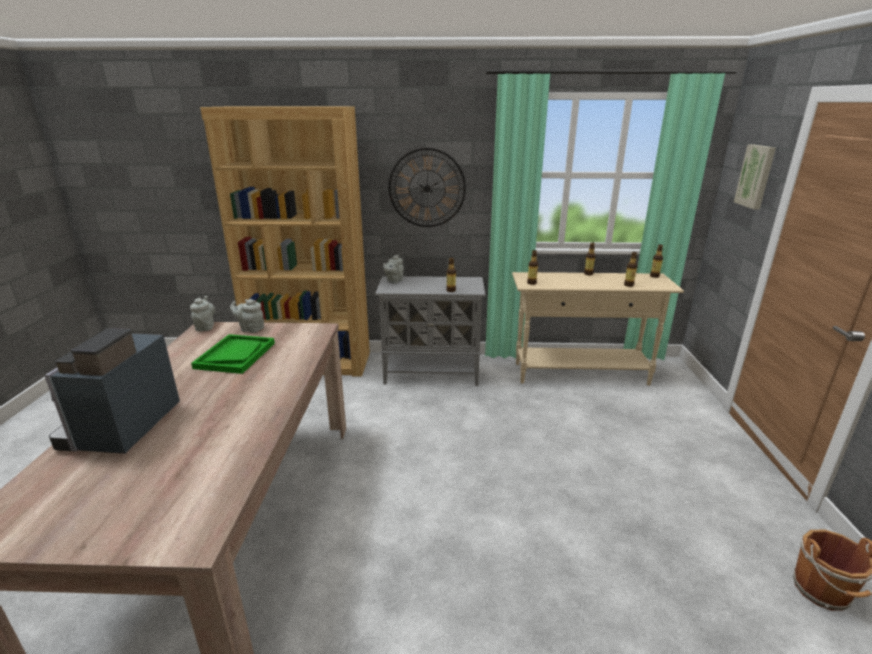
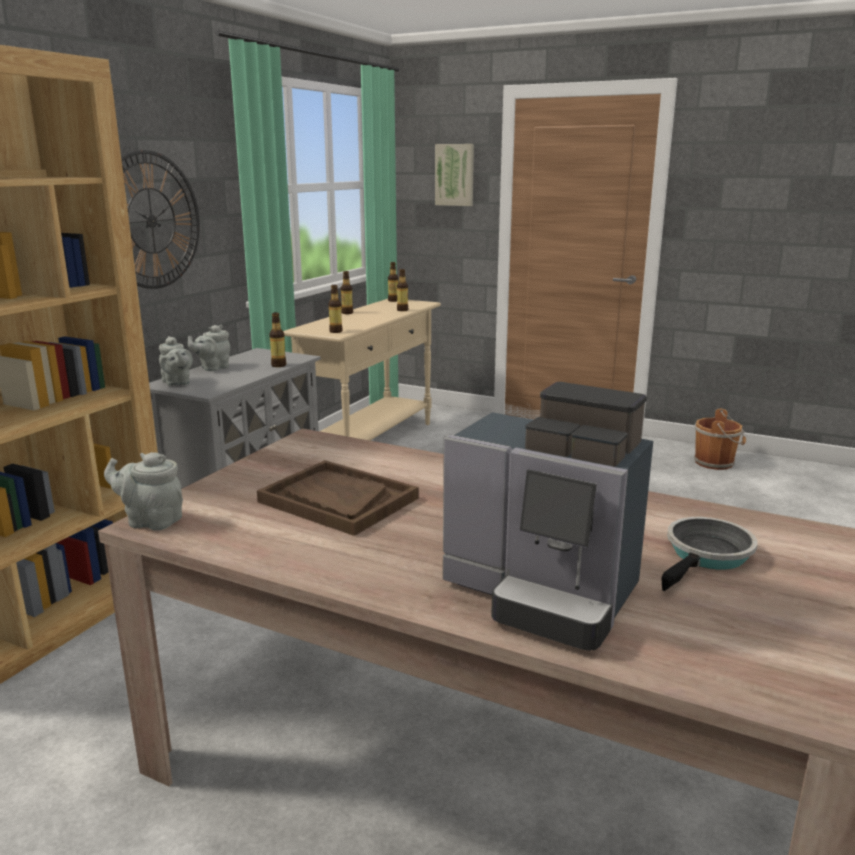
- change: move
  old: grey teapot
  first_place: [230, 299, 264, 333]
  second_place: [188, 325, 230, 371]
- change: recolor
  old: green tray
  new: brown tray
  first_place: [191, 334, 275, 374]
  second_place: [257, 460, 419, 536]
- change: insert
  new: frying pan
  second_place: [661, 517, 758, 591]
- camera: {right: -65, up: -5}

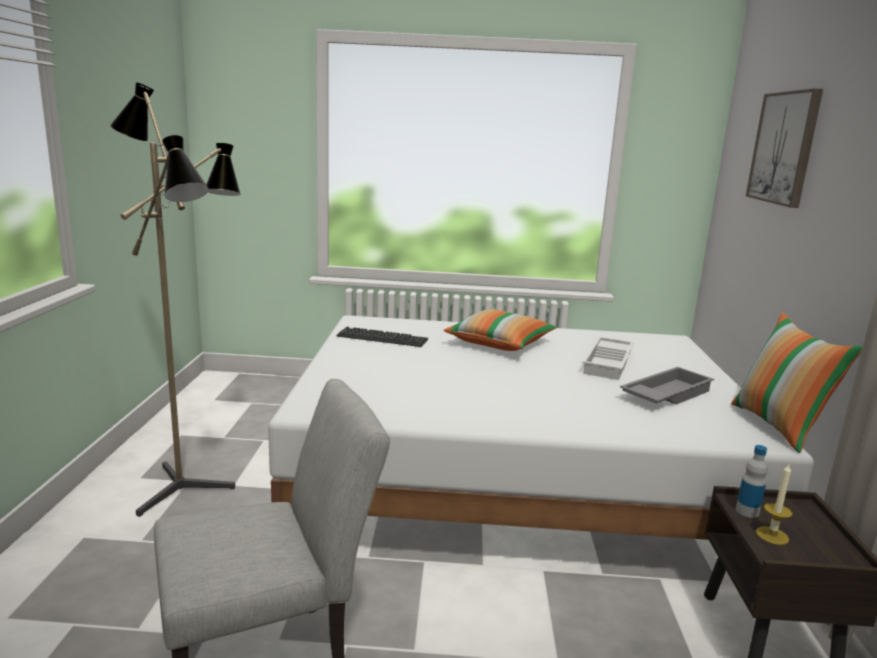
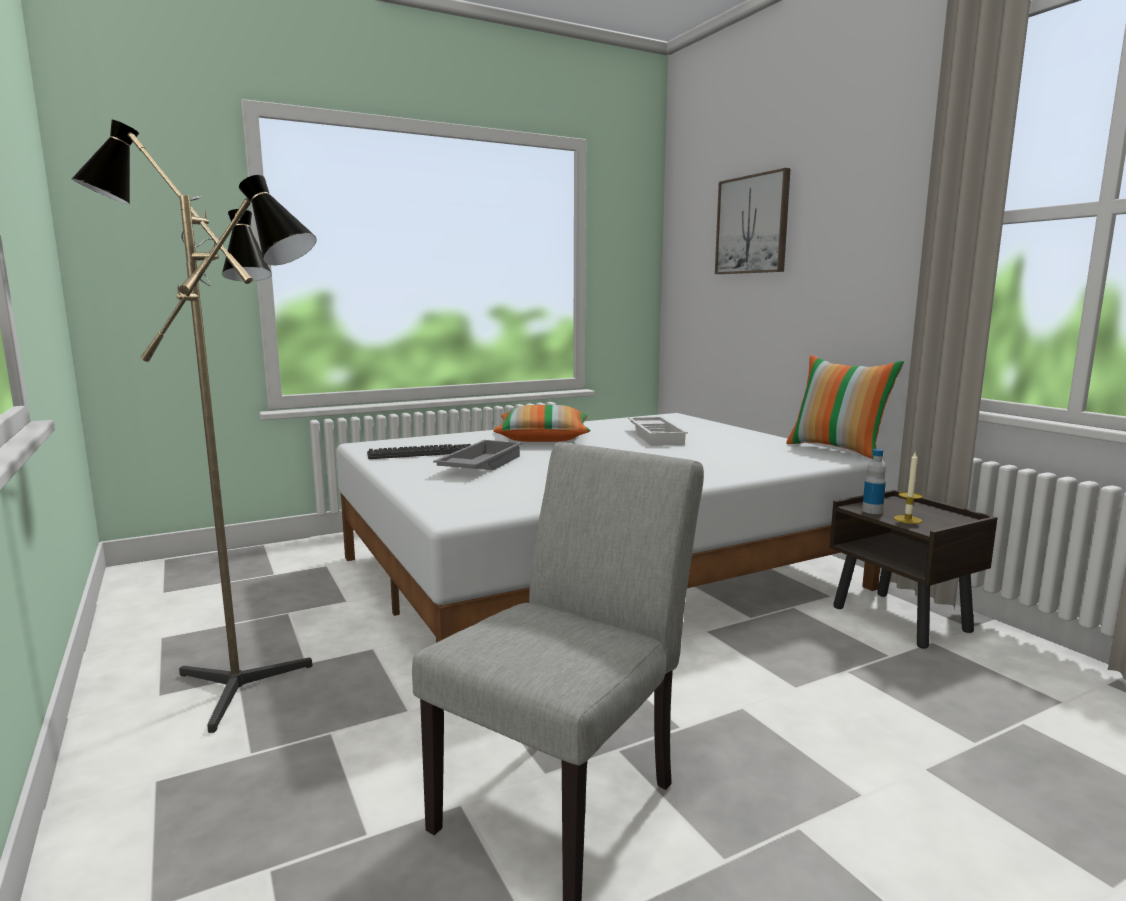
- change: move
  old: grey tray
  first_place: [620, 367, 714, 405]
  second_place: [433, 440, 522, 470]
- camera: {right: -30, up: -5}

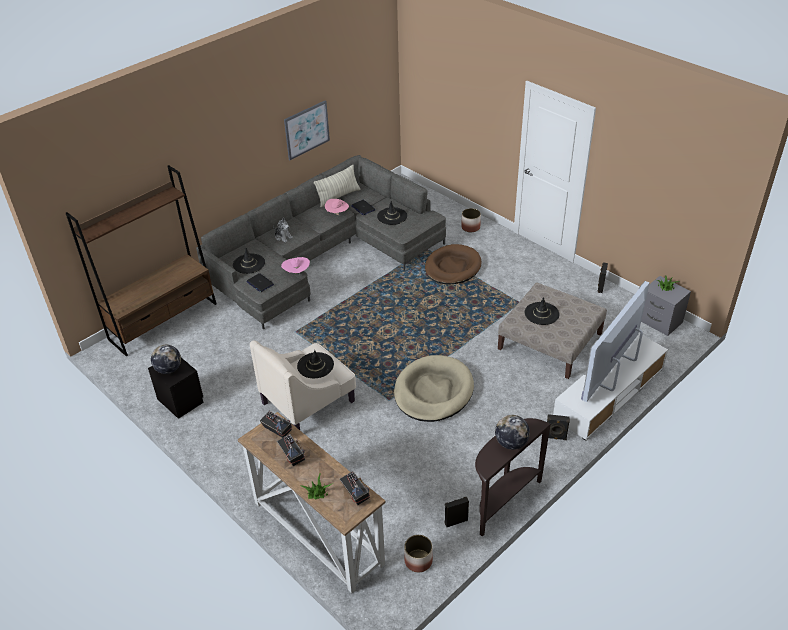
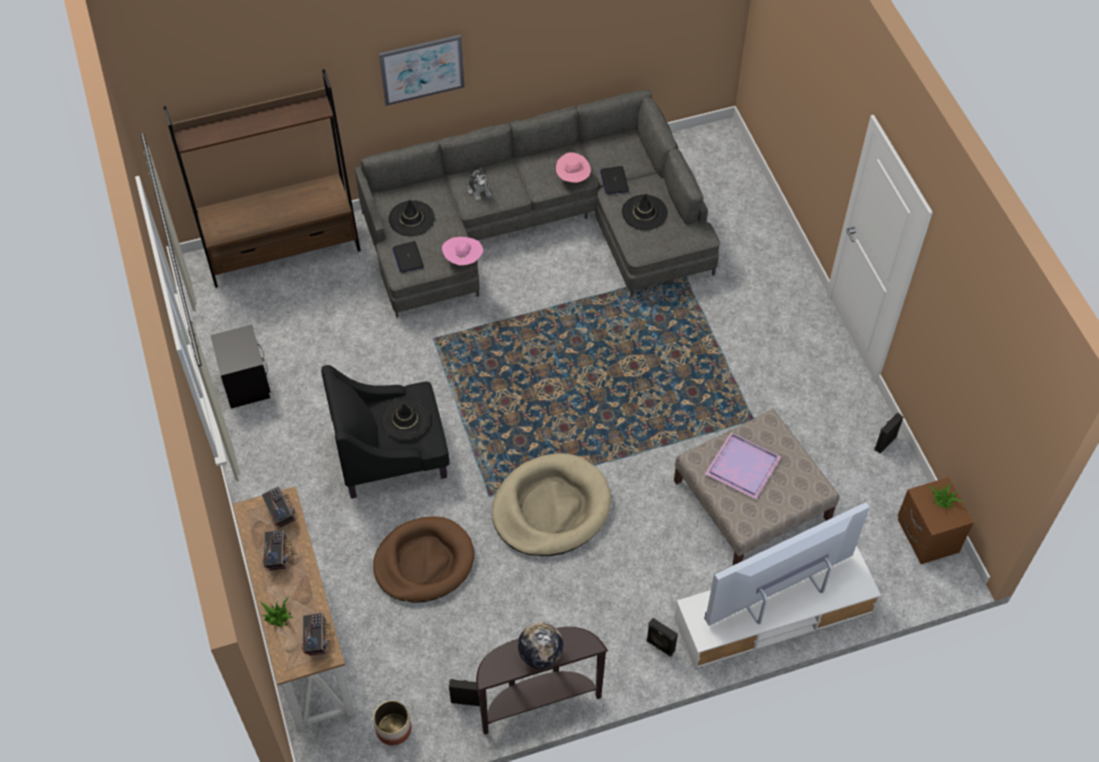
- change: move
  old: picture
  first_place: [284, 100, 330, 160]
  second_place: [379, 34, 465, 106]
- change: delete
  old: pillow
  first_place: [314, 165, 360, 207]
- change: delete
  old: planter
  first_place: [461, 208, 481, 232]
- change: move
  old: brown dog bed
  first_place: [425, 244, 481, 285]
  second_place: [373, 516, 474, 603]
- change: recolor
  old: grey nightstand
  new: brown nightstand
  first_place: [641, 276, 691, 336]
  second_place: [898, 477, 974, 564]
- change: replace
  old: black hat
  new: purple tray
  first_place: [525, 297, 560, 325]
  second_place: [705, 432, 781, 499]
- change: recolor
  old: beige armchair
  new: black armchair
  first_place: [250, 340, 356, 430]
  second_place: [321, 365, 449, 499]
- change: delete
  old: globe
  first_place: [151, 345, 181, 374]
- camera: {right: 25, up: 15}

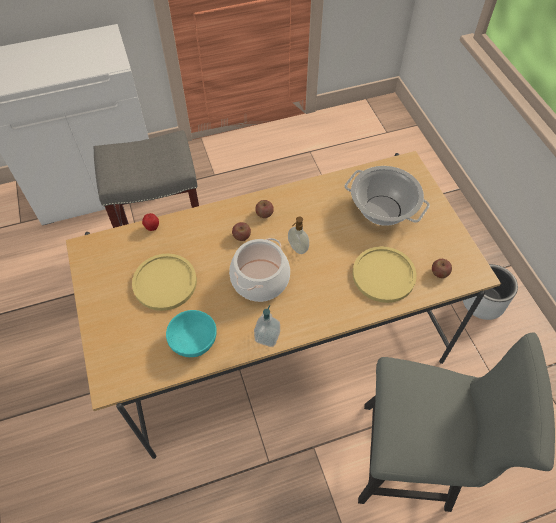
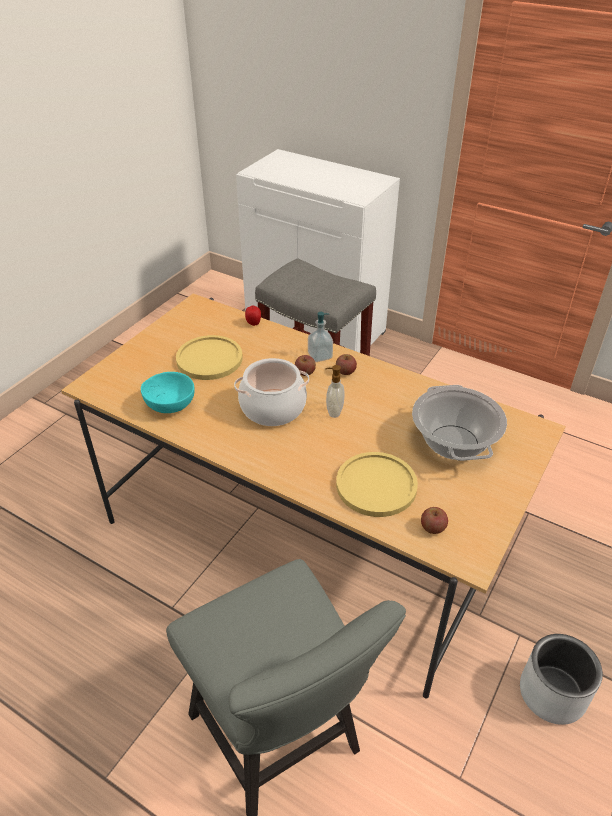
- change: move
  old: soap dispenser
  first_place: [254, 305, 280, 347]
  second_place: [308, 312, 333, 362]
- camera: {right: 50, up: -15}

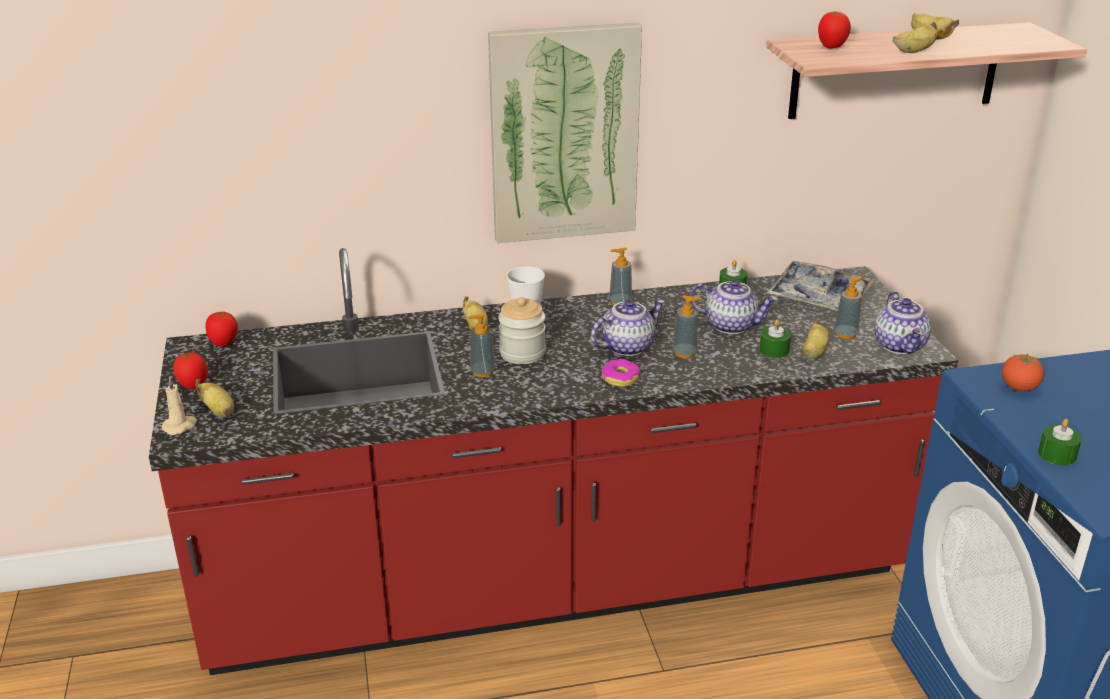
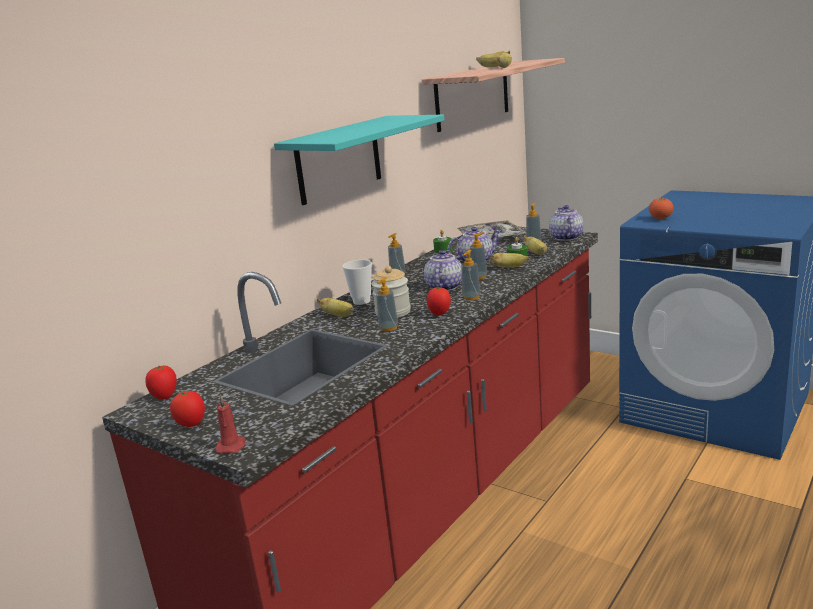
- change: move
  old: tomato
  first_place: [818, 11, 851, 48]
  second_place: [427, 287, 451, 316]
- change: replace
  old: picture
  new: turquoise shelf
  first_place: [488, 23, 642, 243]
  second_place: [274, 115, 444, 205]
- change: rotate
  old: teapot
  first_place: [874, 291, 931, 354]
  second_place: [549, 205, 584, 241]
  degrees: -135
- change: replace
  old: donut
  new: soap dispenser
  first_place: [602, 359, 640, 387]
  second_place: [461, 250, 481, 300]
- change: recolor
  old: beige candle
  new: red candle
  first_place: [162, 377, 197, 435]
  second_place: [215, 394, 246, 454]
- change: move
  old: banana
  first_place: [195, 379, 234, 418]
  second_place: [489, 253, 529, 268]
- change: delete
  old: green candle
  first_place: [1038, 419, 1082, 465]
- camera: {right: -40, up: -10}

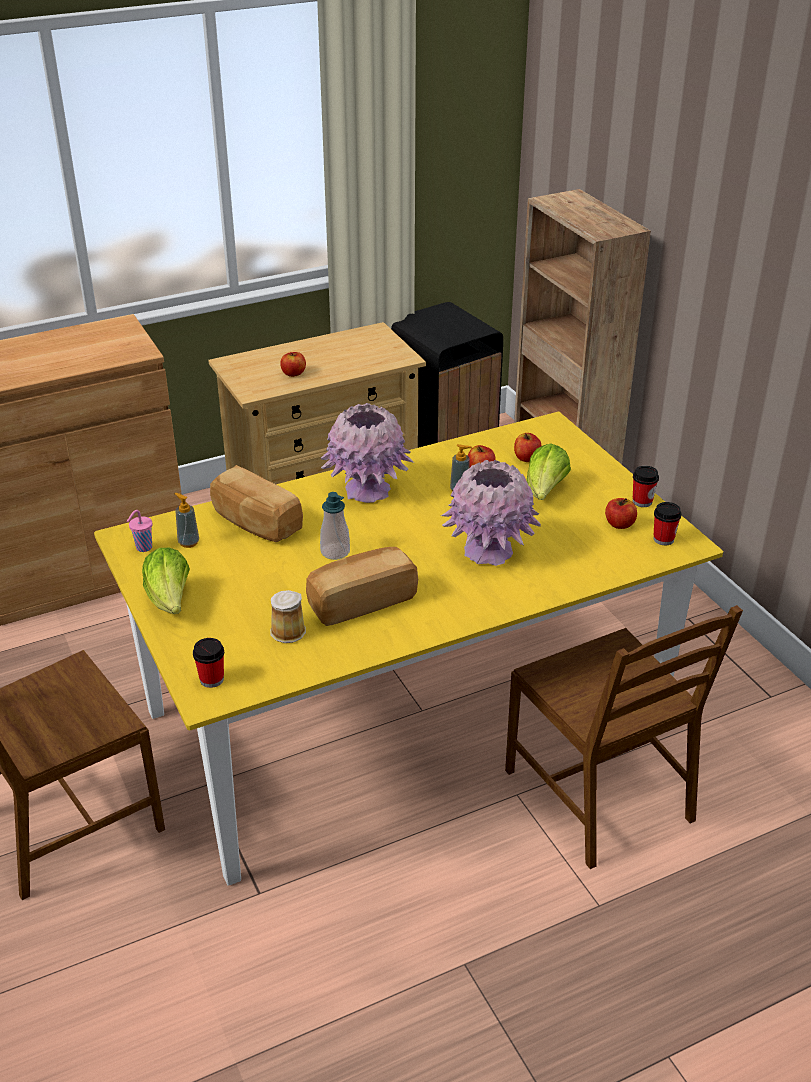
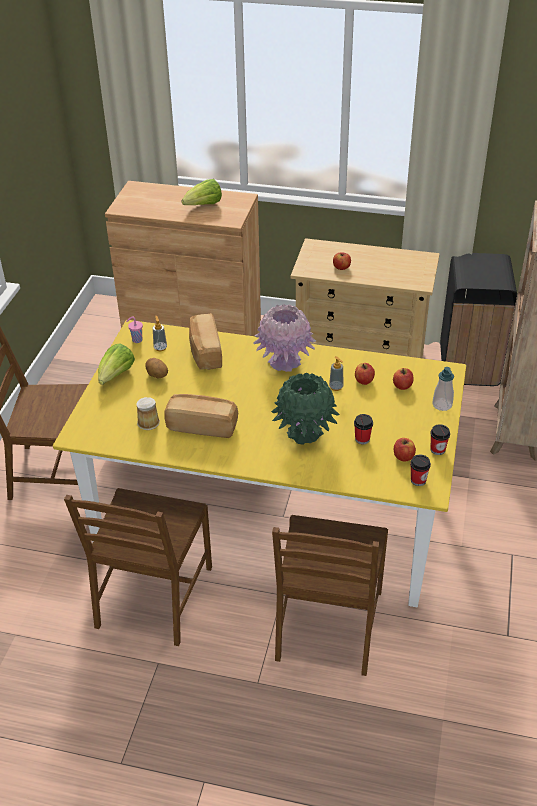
- change: move
  old: lettuce
  first_place: [527, 443, 571, 500]
  second_place: [182, 179, 222, 205]
- change: recolor
  old: pink vase
  new: green vase
  first_place: [441, 460, 541, 566]
  second_place: [271, 373, 339, 445]
- change: move
  old: soap dispenser
  first_place: [320, 492, 350, 560]
  second_place: [432, 367, 454, 411]
- change: move
  old: cup
  first_place: [193, 638, 224, 688]
  second_place: [354, 414, 373, 444]
- change: insert
  new: potato
  second_place: [145, 358, 168, 378]
- change: insert
  new: brown chair
  second_place: [64, 488, 212, 646]
- camera: {right: 40, up: 5}

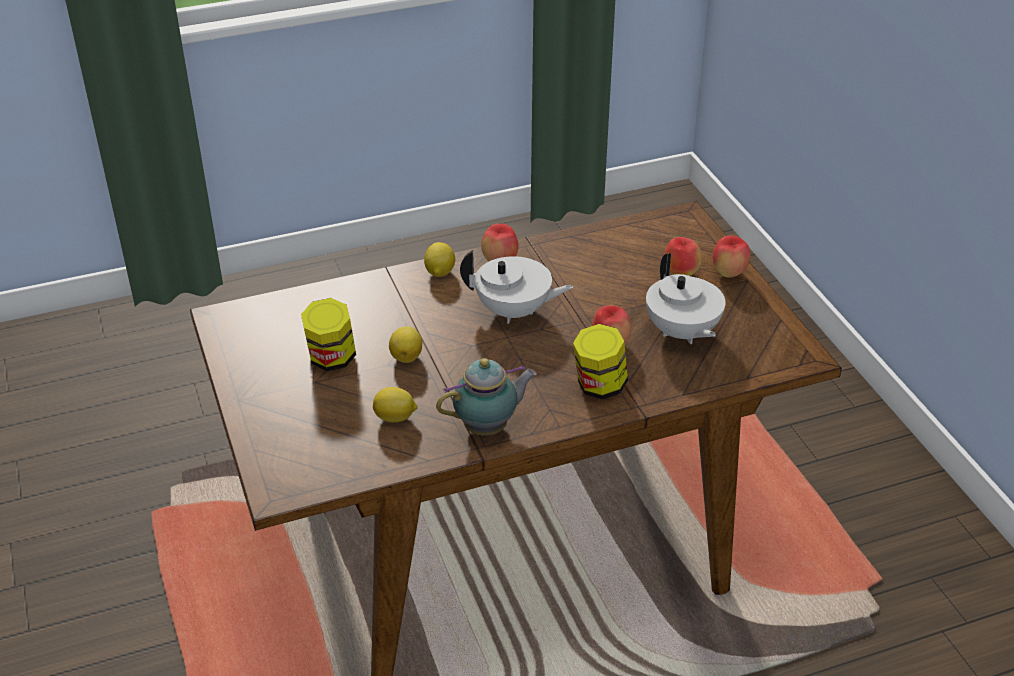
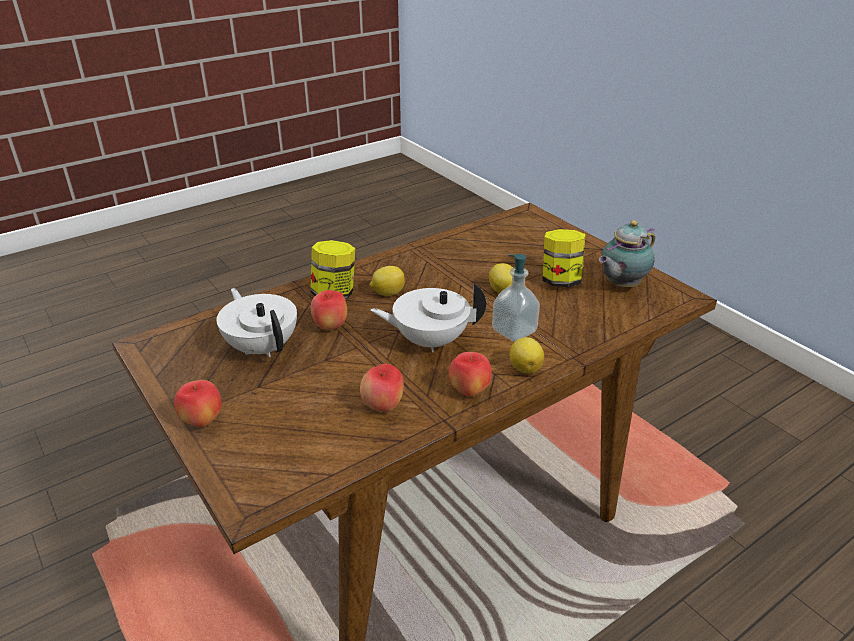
- change: move
  old: apple
  first_place: [664, 237, 702, 276]
  second_place: [360, 364, 404, 412]
- change: move
  old: teapot
  first_place: [436, 358, 537, 436]
  second_place: [599, 220, 655, 288]
- change: move
  old: lemon
  first_place: [373, 387, 418, 422]
  second_place: [370, 266, 405, 296]
- change: insert
  new: soap dispenser
  second_place: [492, 254, 540, 342]
- camera: {right: 165, up: -5}

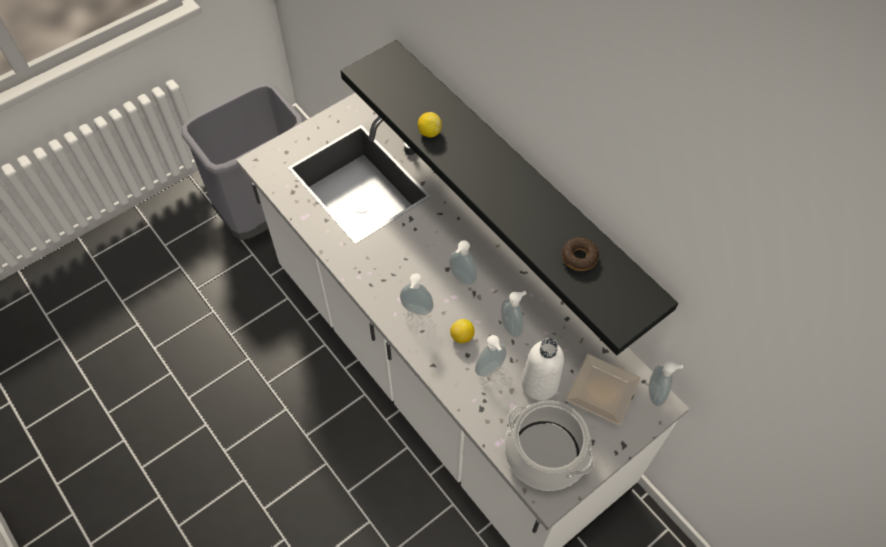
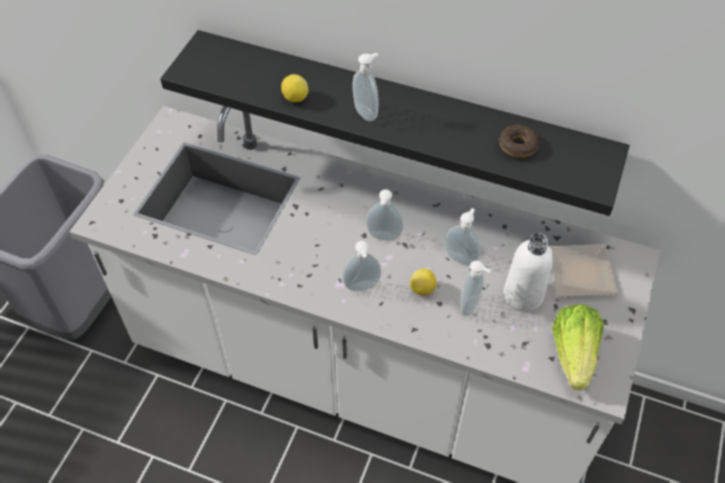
- change: move
  old: soap dispenser
  first_place: [649, 361, 683, 406]
  second_place: [353, 53, 379, 122]
- change: replace
  old: cooking pot
  new: lettuce
  first_place: [504, 401, 594, 491]
  second_place: [552, 304, 604, 390]
- camera: {right: -30, up: -5}

